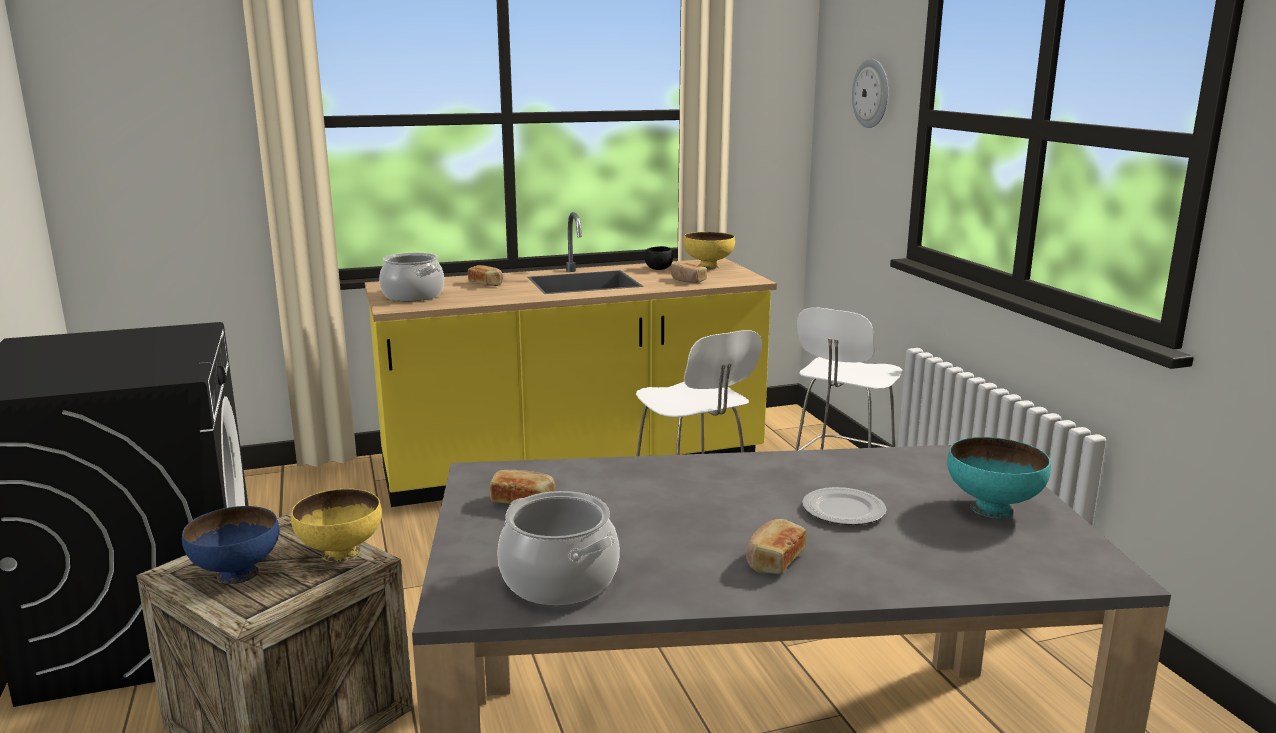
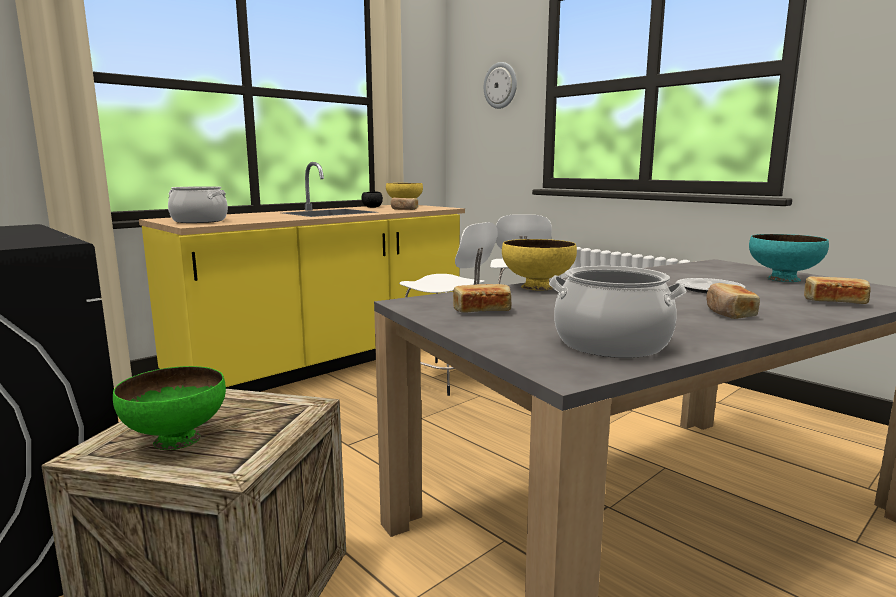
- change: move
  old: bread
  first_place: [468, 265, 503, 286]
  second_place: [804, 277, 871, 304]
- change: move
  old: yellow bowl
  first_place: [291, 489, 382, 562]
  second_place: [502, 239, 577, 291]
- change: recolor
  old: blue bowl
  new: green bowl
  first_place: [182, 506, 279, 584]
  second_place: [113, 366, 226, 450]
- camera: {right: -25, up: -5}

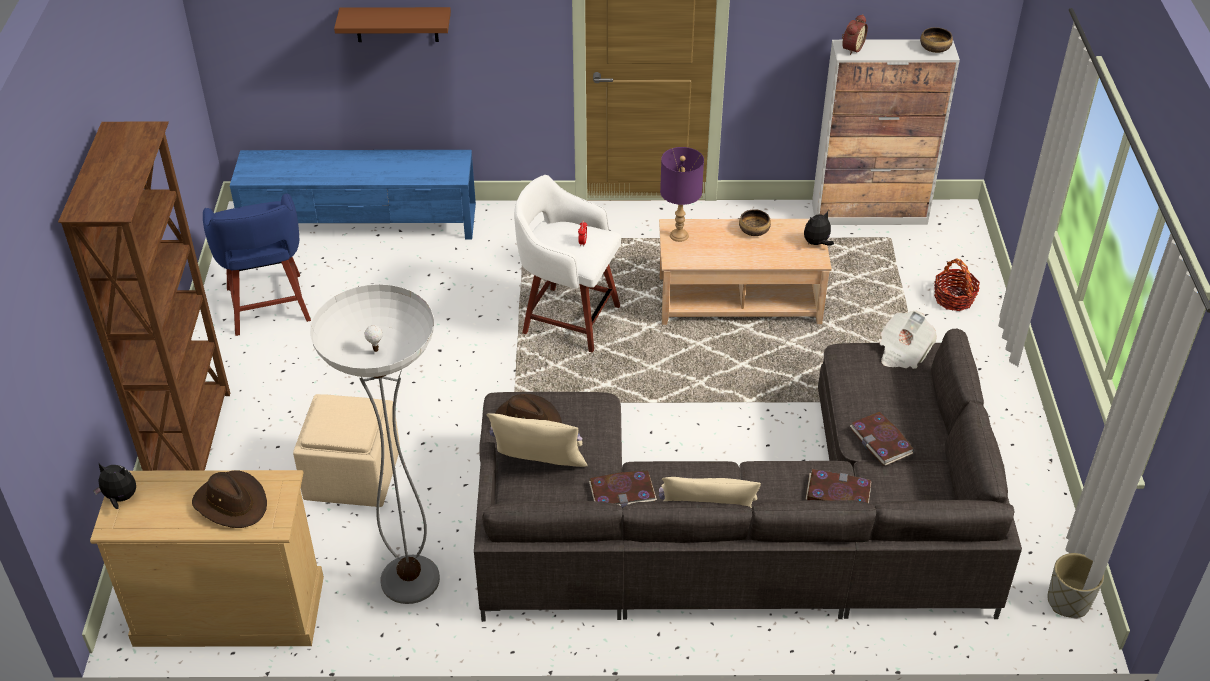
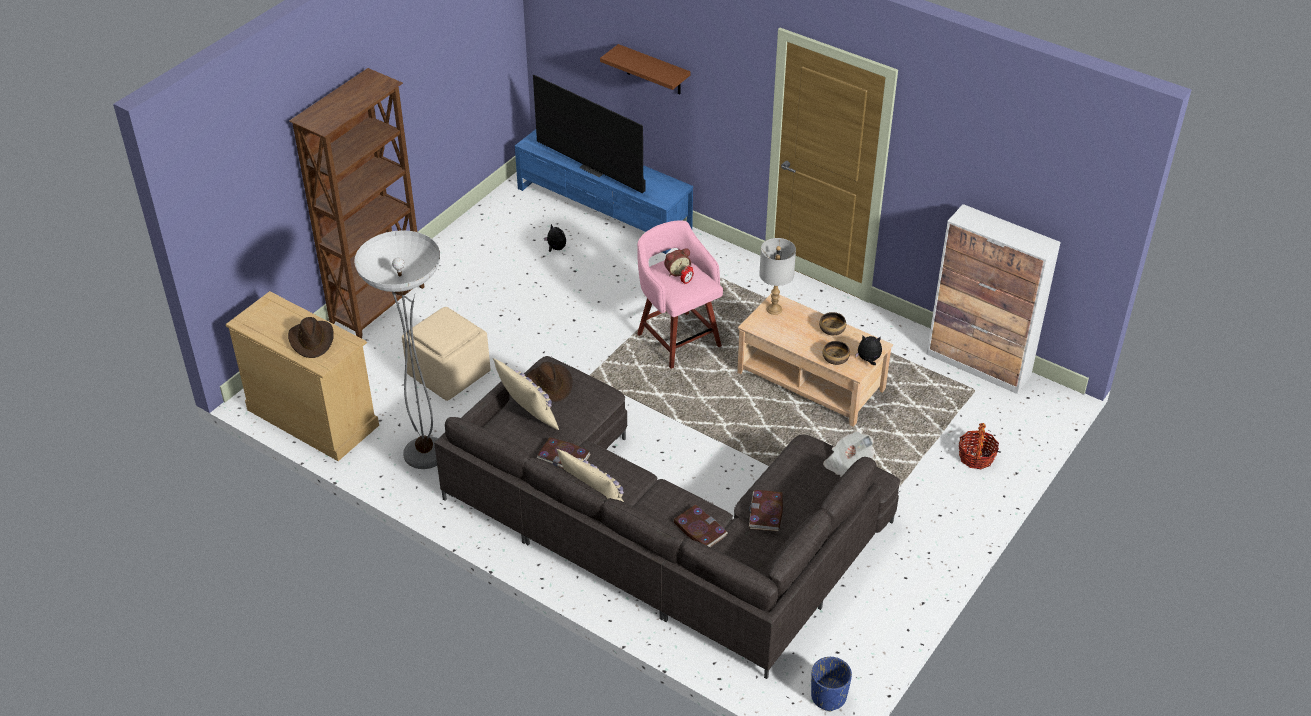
- change: move
  old: alarm clock
  first_place: [842, 14, 868, 55]
  second_place: [664, 248, 691, 276]
- change: move
  old: bowl
  first_place: [920, 27, 953, 53]
  second_place: [822, 341, 850, 365]
- change: recolor
  old: purple table lamp
  new: grey table lamp
  first_place: [660, 147, 704, 242]
  second_place: [759, 238, 796, 315]
- change: recolor
  old: white stool
  new: pink stool
  first_place: [514, 175, 621, 353]
  second_place: [637, 221, 723, 369]
- change: delete
  old: blue stool
  first_place: [203, 193, 311, 336]
- change: move
  old: plush toy
  first_place: [93, 464, 136, 509]
  second_place: [544, 224, 566, 252]
- change: recolor
  old: grey planter
  new: blue planter
  first_place: [1047, 553, 1104, 618]
  second_place: [811, 657, 852, 711]
- change: insert
  new: television
  second_place: [533, 75, 645, 193]
- camera: {right: 35, up: 0}

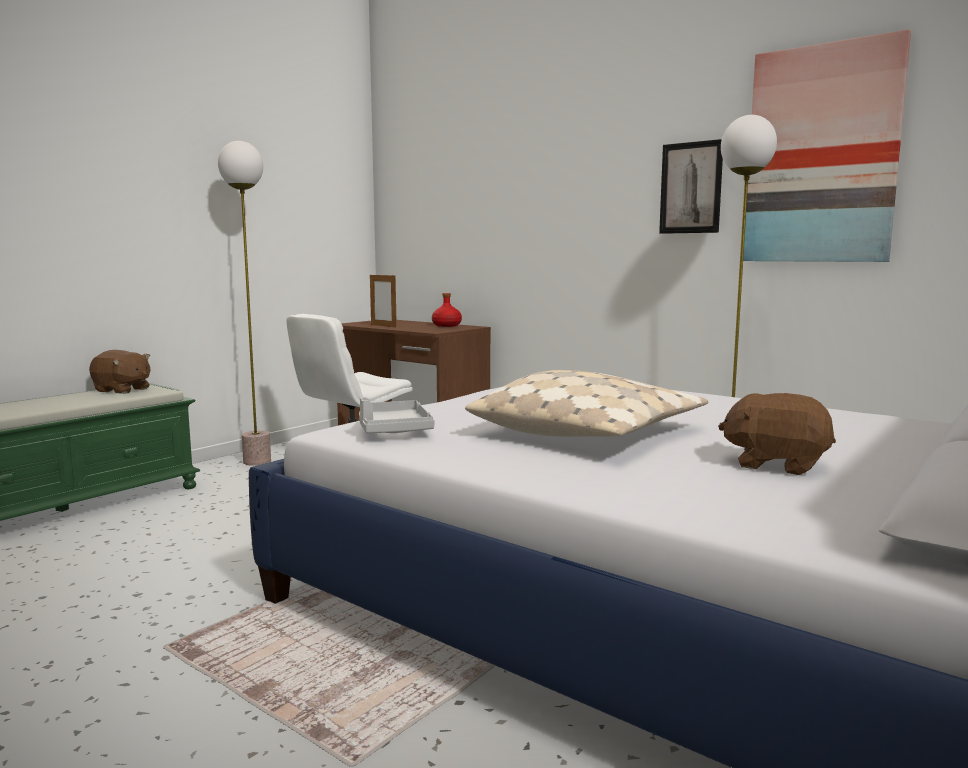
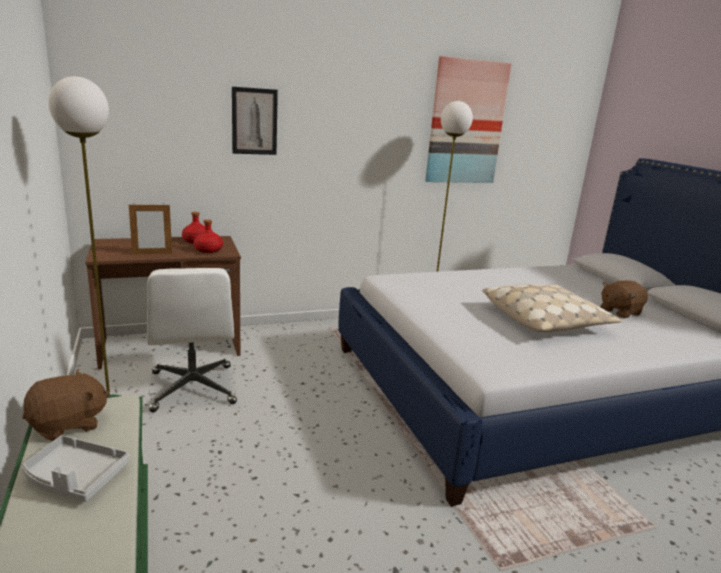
- change: move
  old: picture
  first_place: [659, 139, 723, 234]
  second_place: [232, 87, 278, 155]
- change: move
  old: grey tray
  first_place: [359, 397, 434, 433]
  second_place: [22, 435, 130, 502]
- change: insert
  new: red bottle
  second_place: [193, 219, 223, 253]
- camera: {right: -60, up: 10}

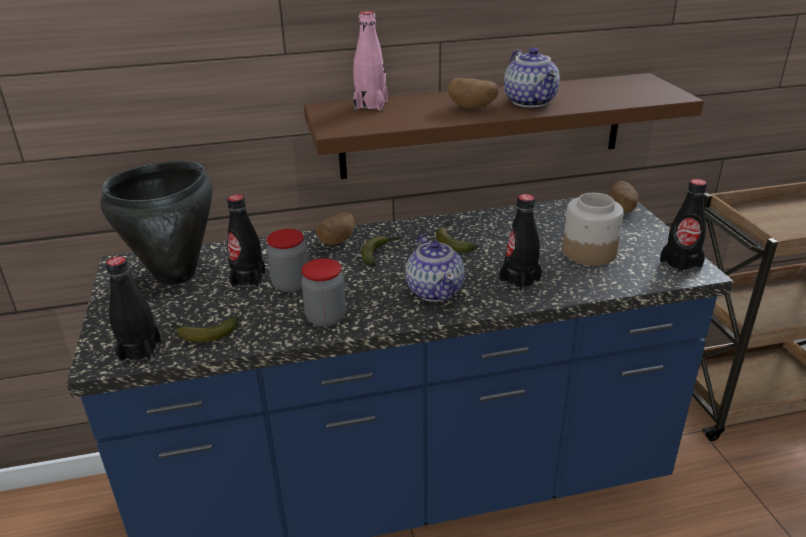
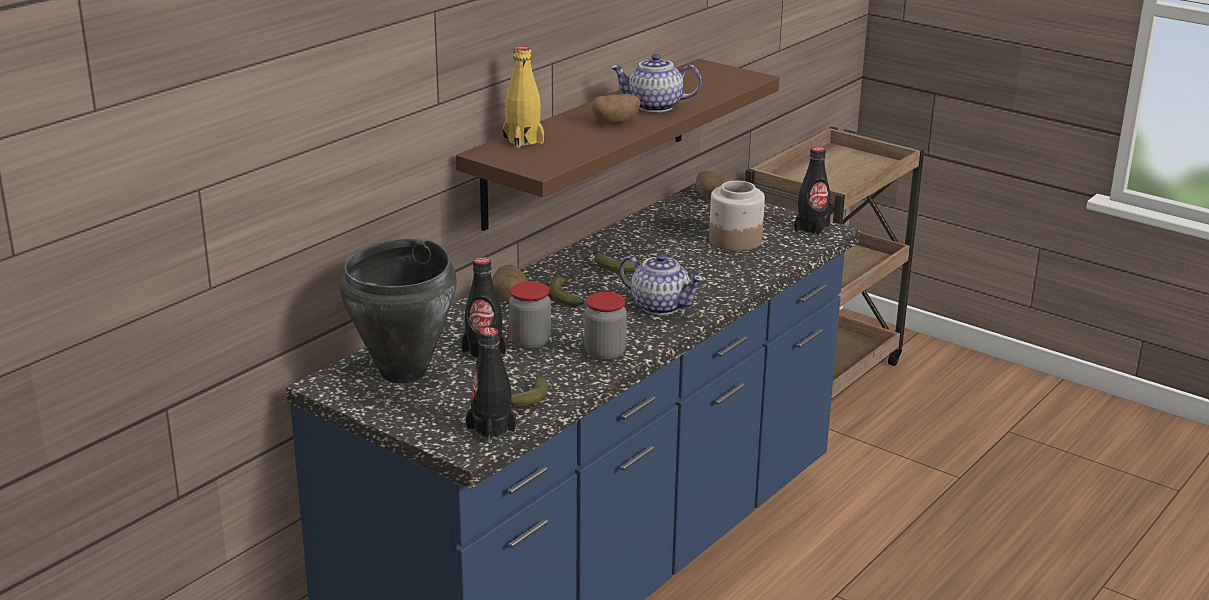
- change: recolor
  old: pink bottle
  new: yellow bottle
  first_place: [353, 11, 388, 111]
  second_place: [503, 46, 544, 148]
- change: rotate
  old: teapot
  first_place: [504, 48, 560, 108]
  second_place: [610, 54, 702, 112]
  degrees: 150
- change: delete
  old: black bottle
  first_place: [499, 194, 542, 293]
- camera: {right: -40, up: -5}

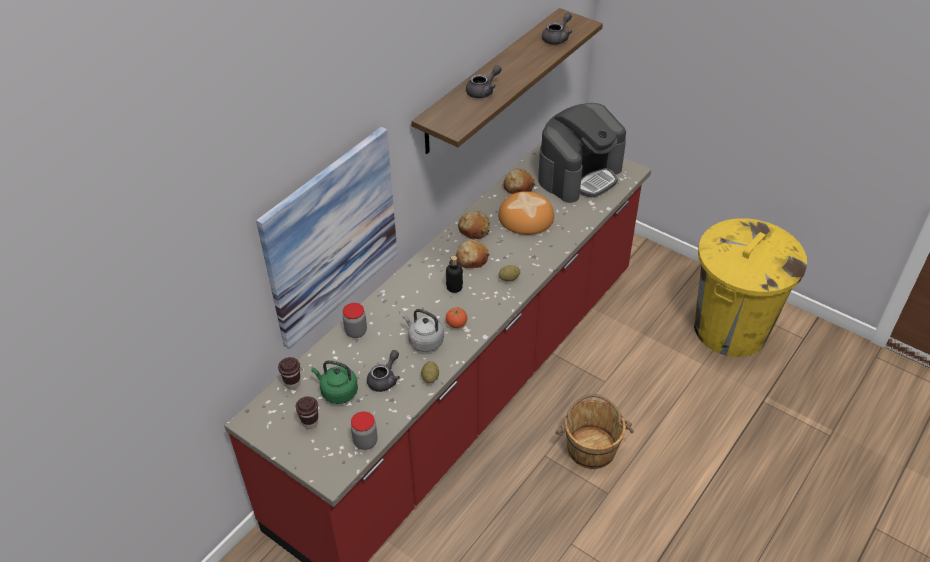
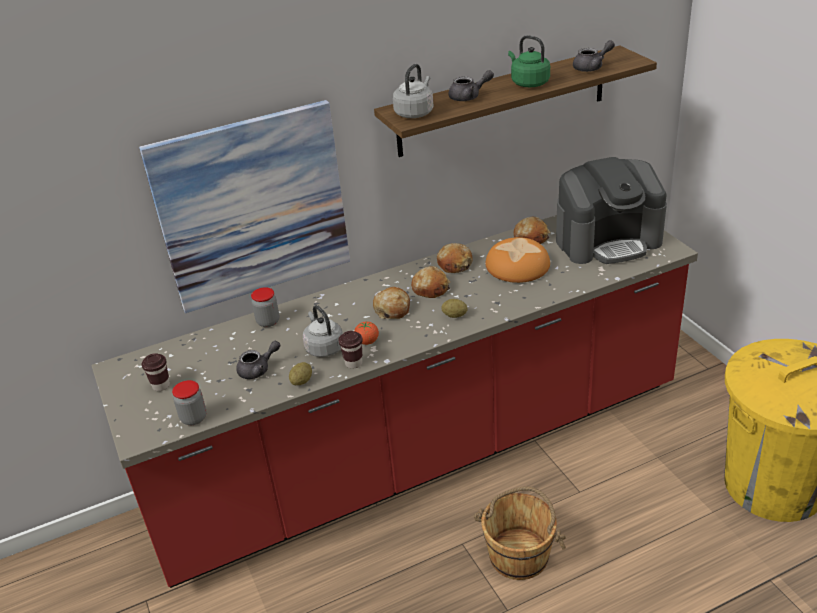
- change: replace
  old: bottle
  new: bread
  first_place: [446, 256, 463, 293]
  second_place: [373, 287, 410, 319]
- change: move
  old: brown cup
  first_place: [278, 357, 300, 389]
  second_place: [338, 331, 363, 369]
- change: move
  old: green kettle
  first_place: [311, 360, 358, 404]
  second_place: [508, 35, 550, 87]
- change: insert
  new: grey kettle
  second_place: [393, 64, 434, 118]
- camera: {right: 30, up: -10}

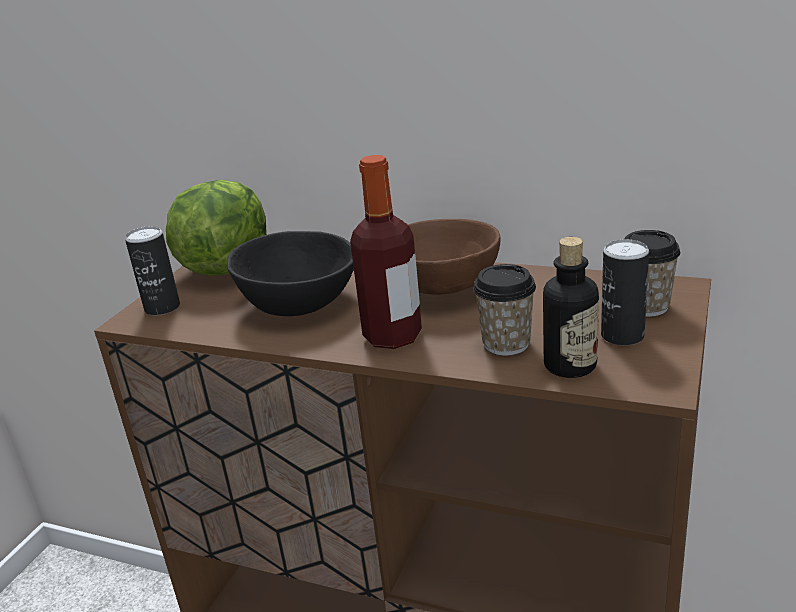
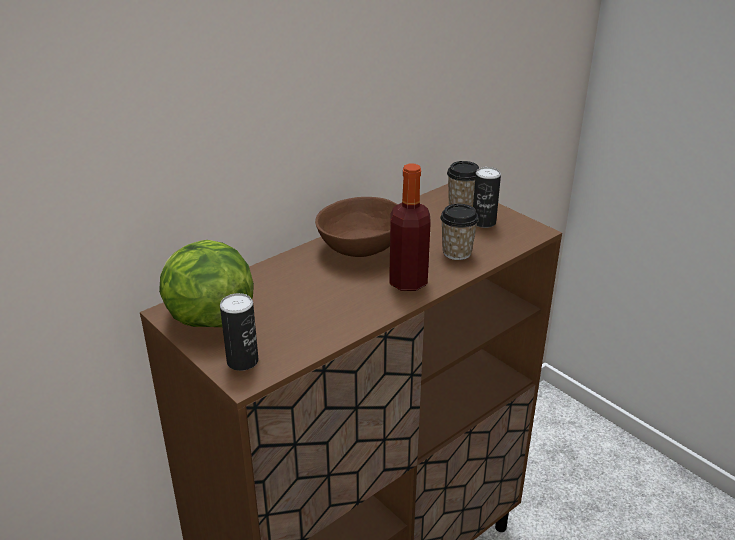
- change: delete
  old: black bowl
  first_place: [227, 231, 354, 316]
- change: delete
  old: bottle
  first_place: [543, 237, 599, 378]
- camera: {right: -65, up: 5}

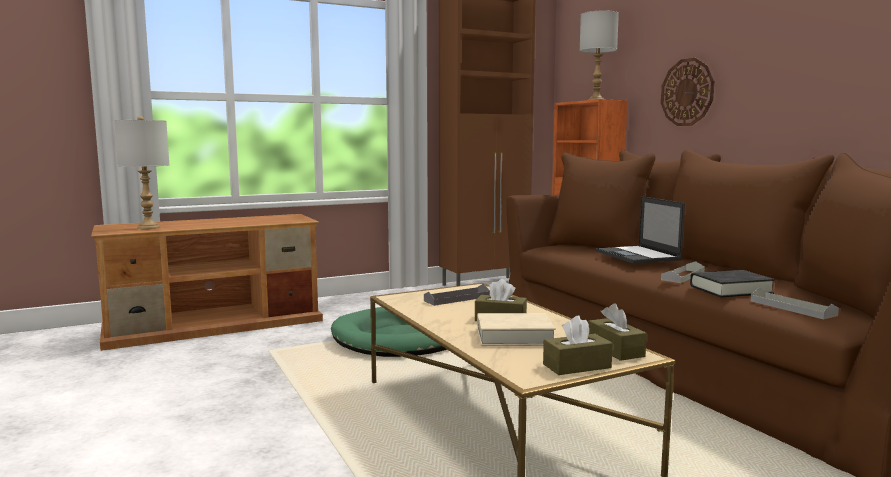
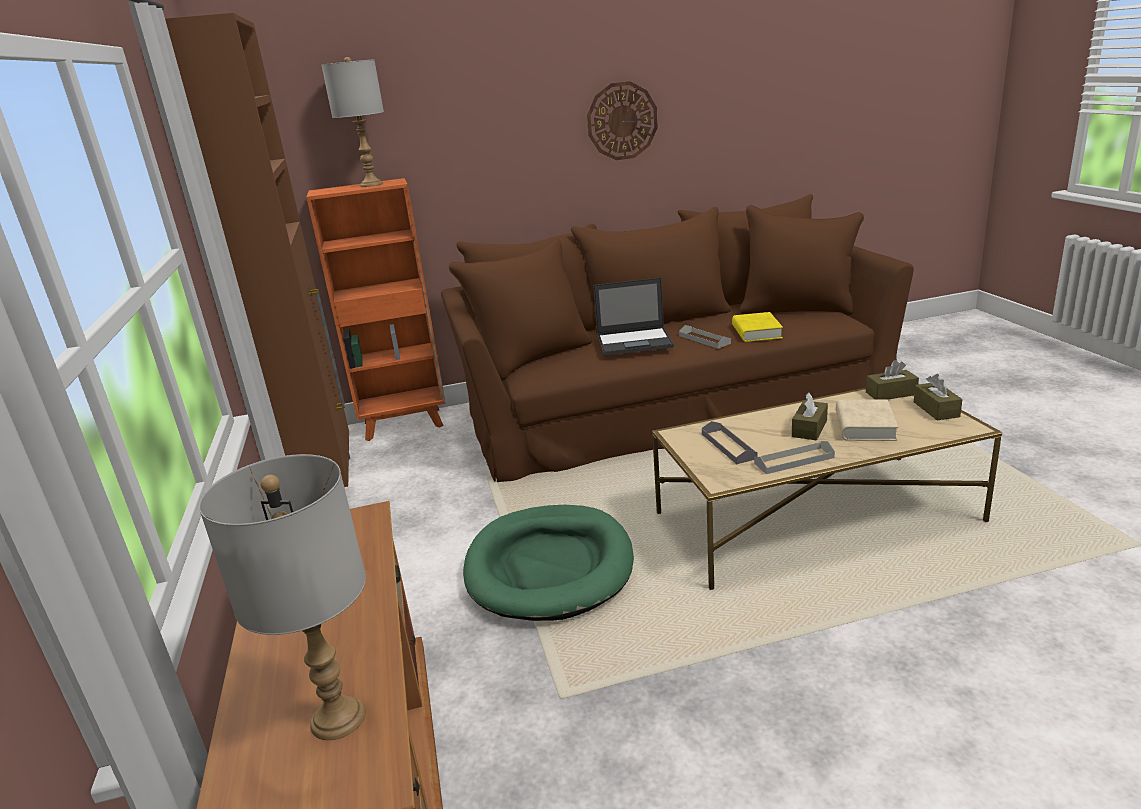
- change: move
  old: wall clock
  first_place: [661, 58, 714, 126]
  second_place: [587, 81, 658, 160]
- change: recolor
  old: black book
  new: yellow book
  first_place: [690, 270, 775, 297]
  second_place: [732, 312, 783, 342]
- change: move
  old: grey tray
  first_place: [751, 288, 839, 319]
  second_place: [754, 441, 835, 474]
- camera: {right: -75, up: 15}

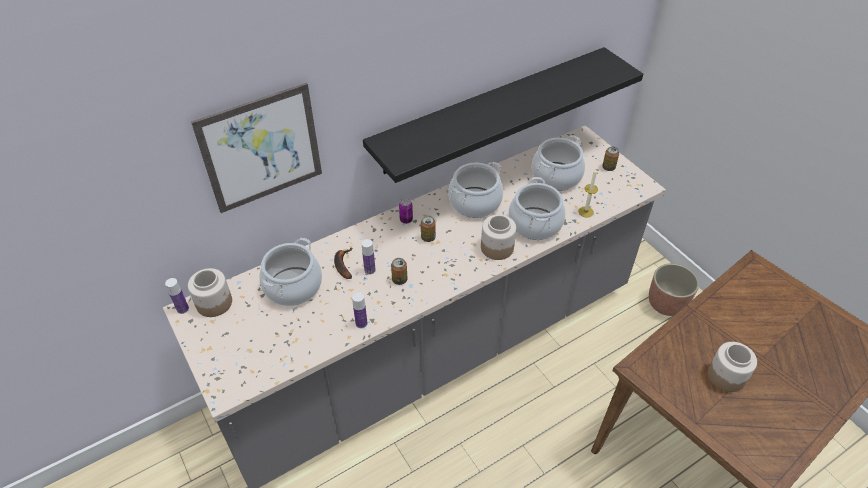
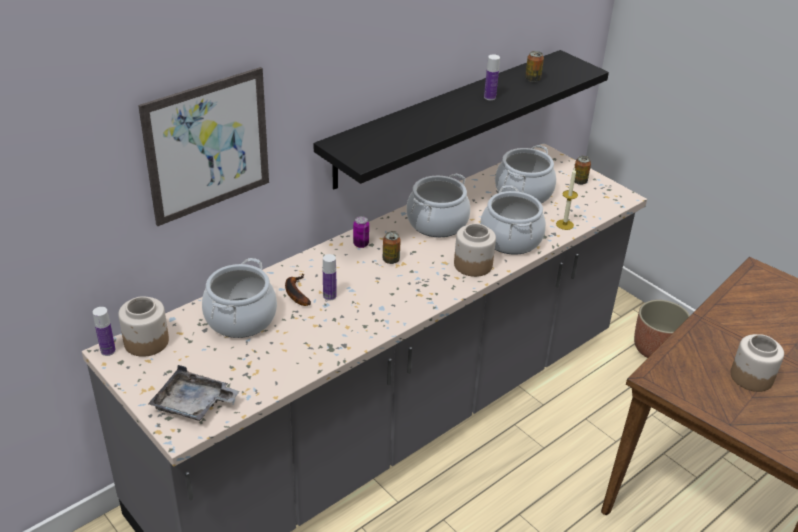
- change: move
  old: can
  first_place: [391, 258, 408, 285]
  second_place: [525, 51, 544, 82]
- change: move
  old: bottle
  first_place: [352, 292, 368, 328]
  second_place: [484, 54, 500, 100]
- change: insert
  new: grey tray
  second_place: [148, 365, 239, 421]
- camera: {right: -10, up: -10}

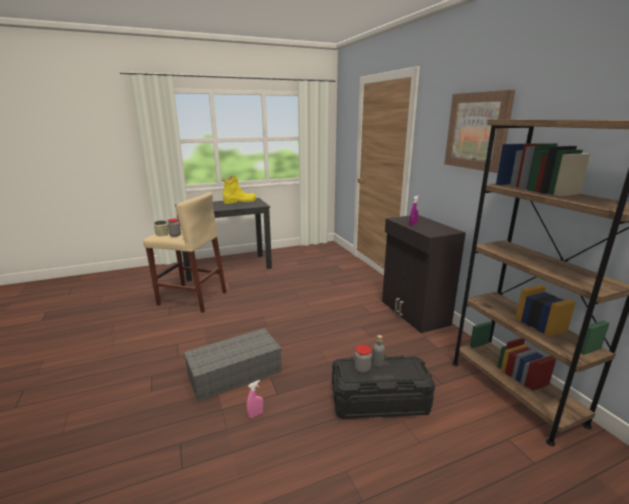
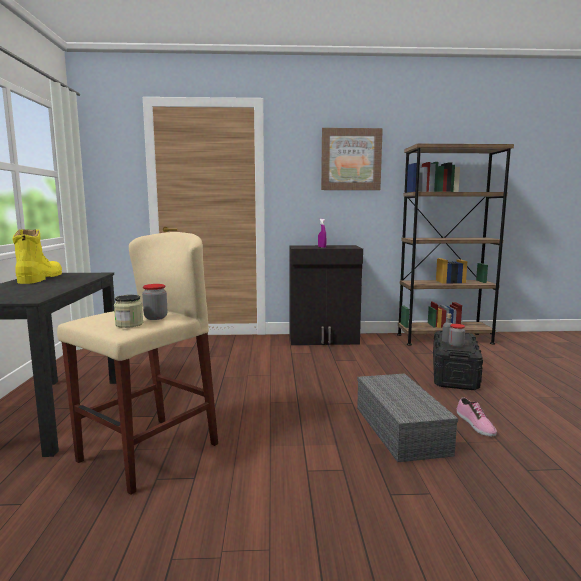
- change: replace
  old: pink spray bottle
  new: shoe
  first_place: [247, 380, 263, 418]
  second_place: [457, 397, 497, 437]
- camera: {right: -70, up: -10}

